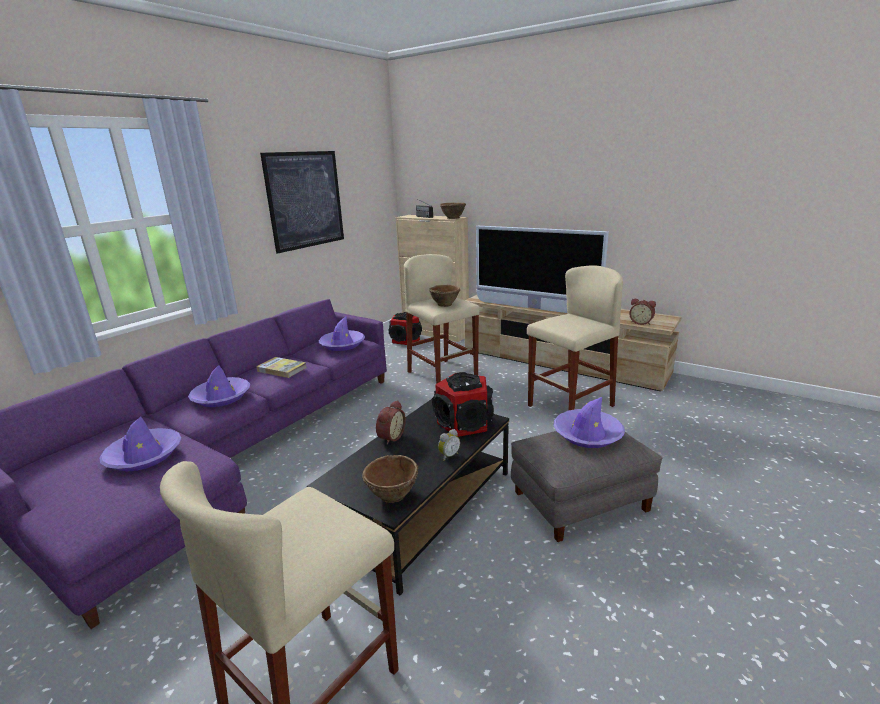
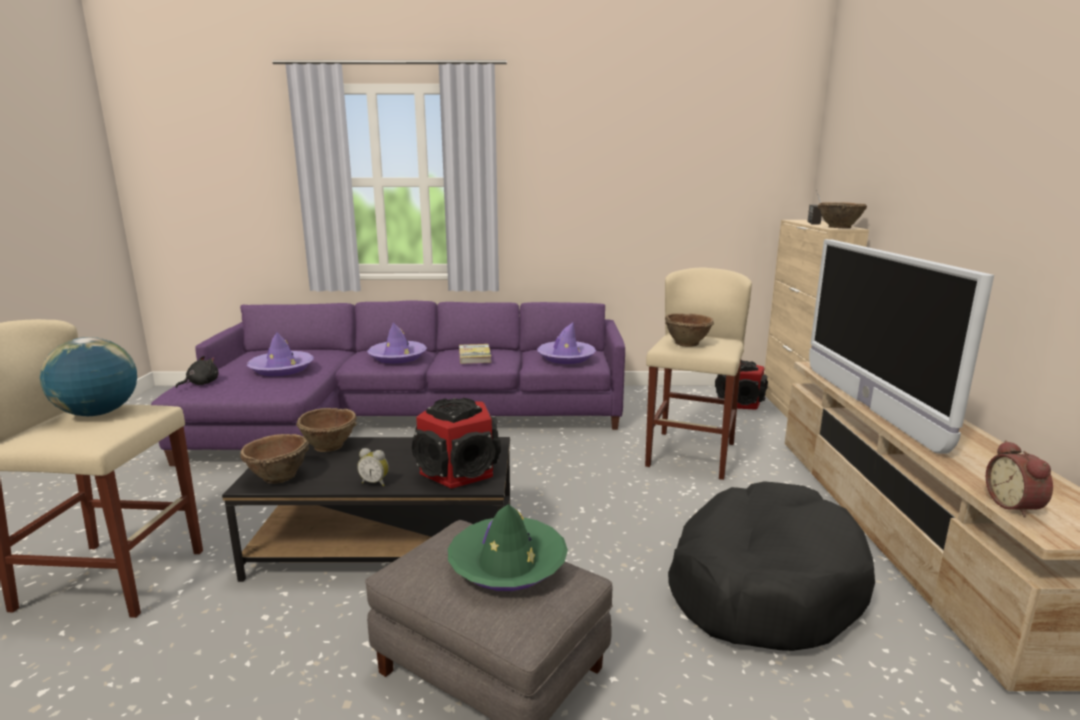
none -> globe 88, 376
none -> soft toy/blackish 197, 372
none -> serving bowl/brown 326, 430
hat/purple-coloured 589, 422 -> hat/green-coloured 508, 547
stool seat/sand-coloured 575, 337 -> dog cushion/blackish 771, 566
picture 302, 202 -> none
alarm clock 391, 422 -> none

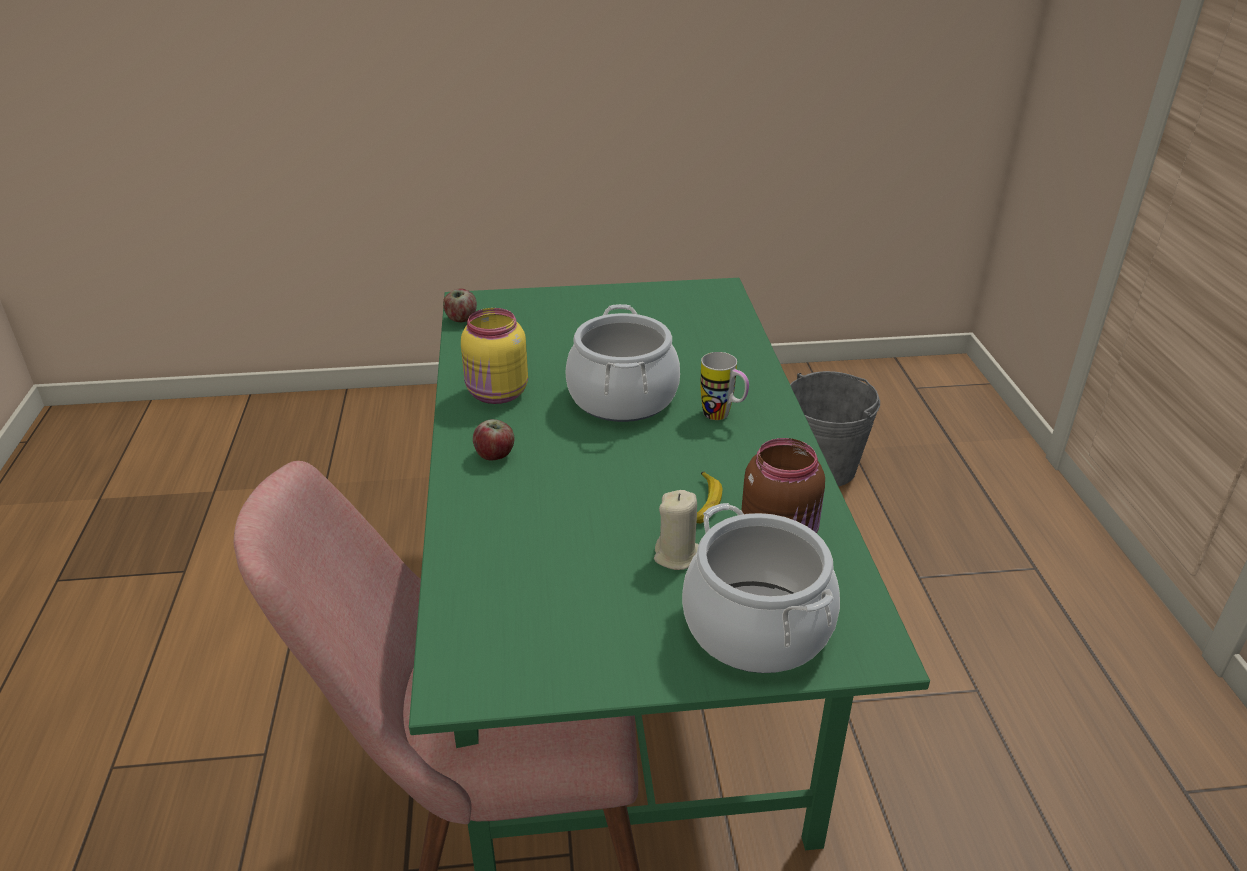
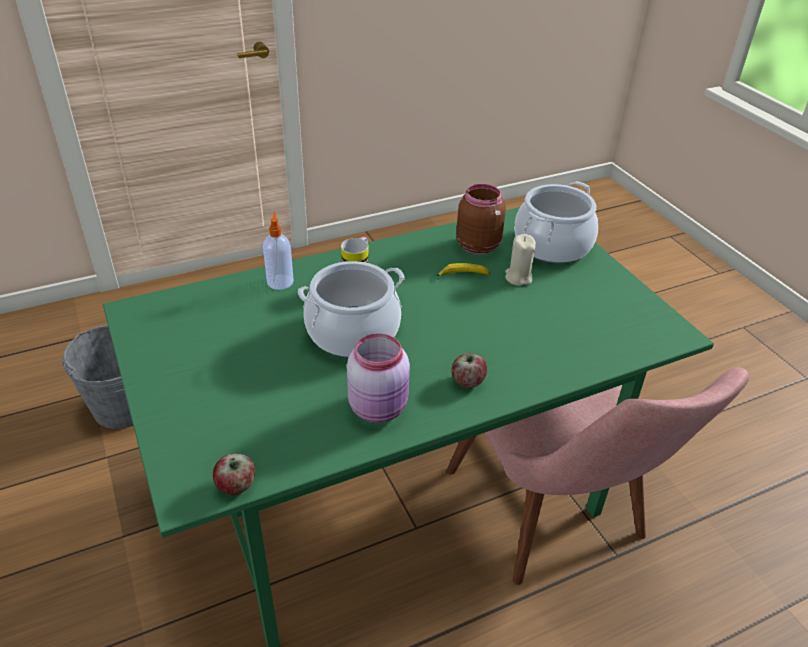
none -> soap bottle 278, 250
storage jar/yellow-coloured 494, 356 -> storage jar/pink 378, 378

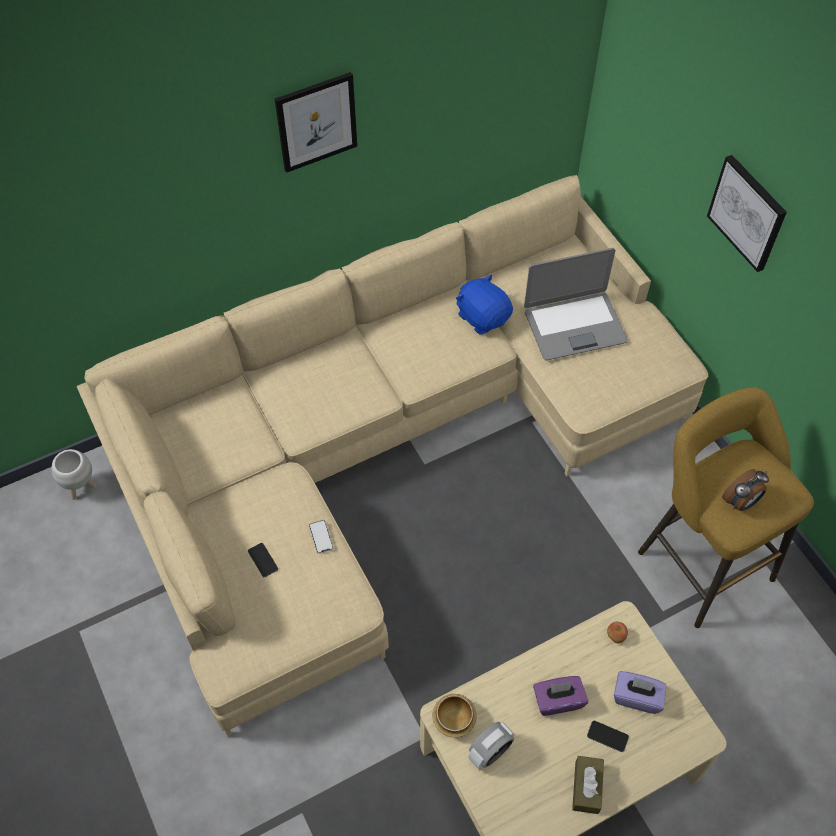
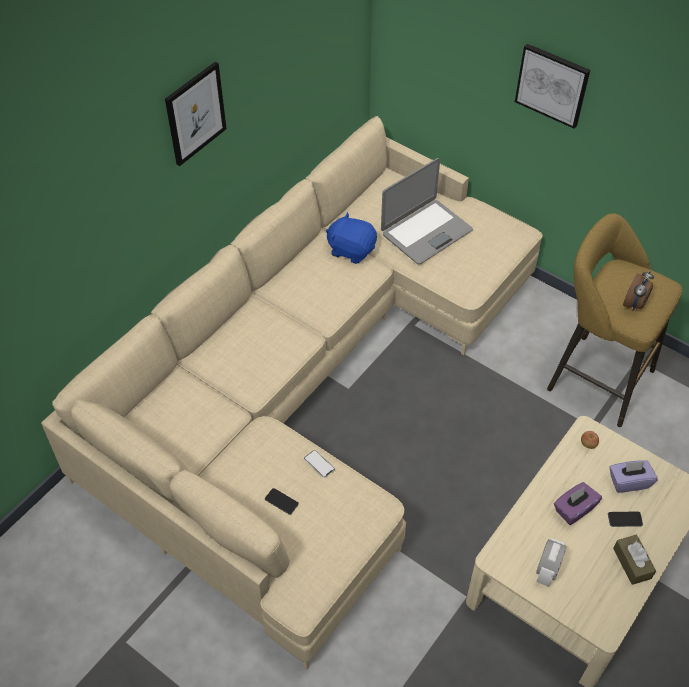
plant pot/white 74, 474 -> none
serving bowl 455, 716 -> none

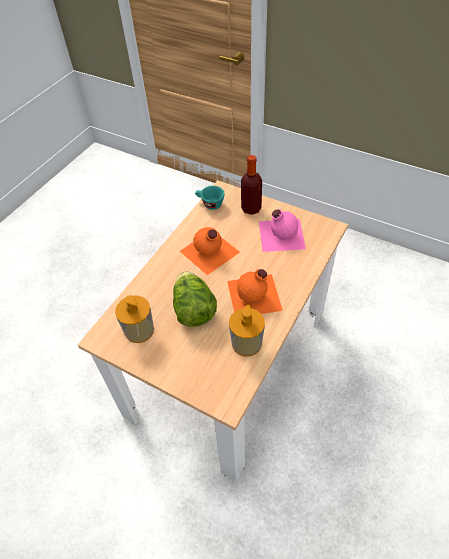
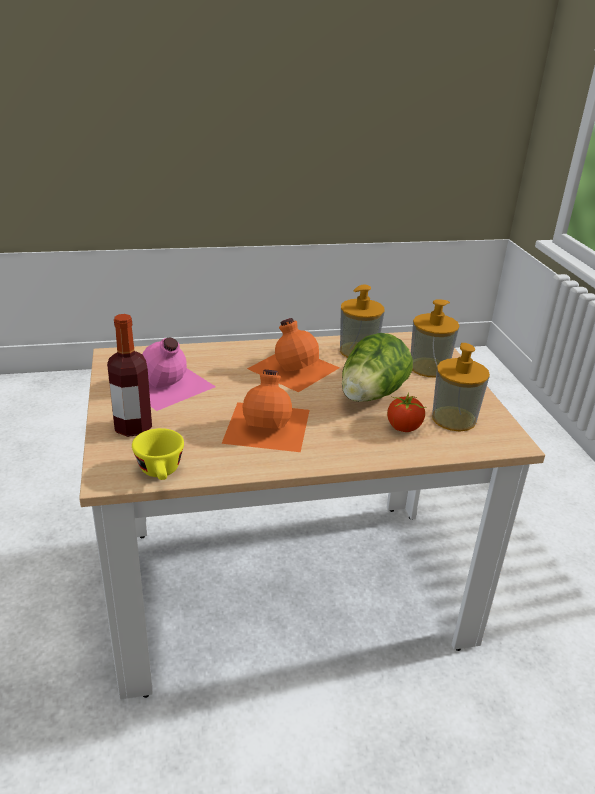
small cup/turquoise 210, 198 -> small cup/yellow-coloured 158, 454
none -> whole tomato 407, 412
none -> soap bottle 435, 338

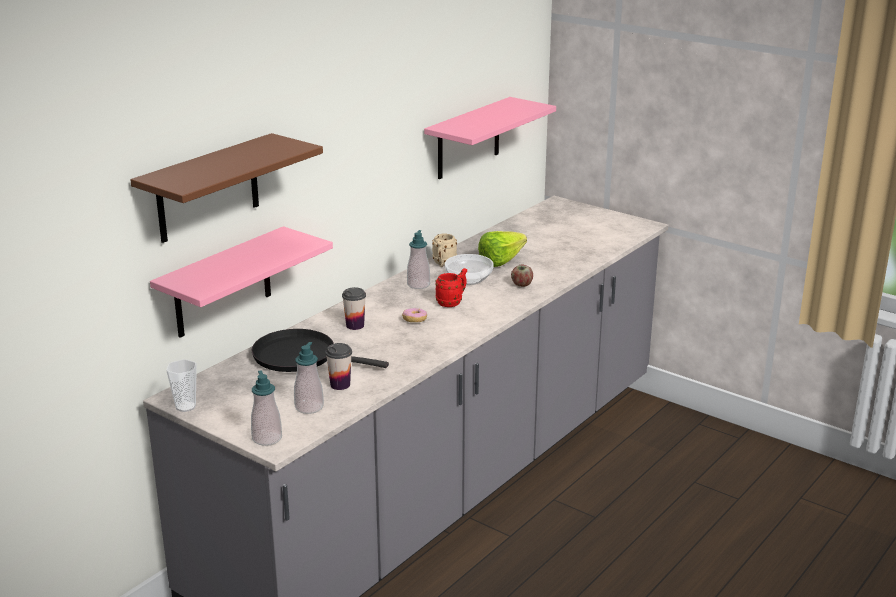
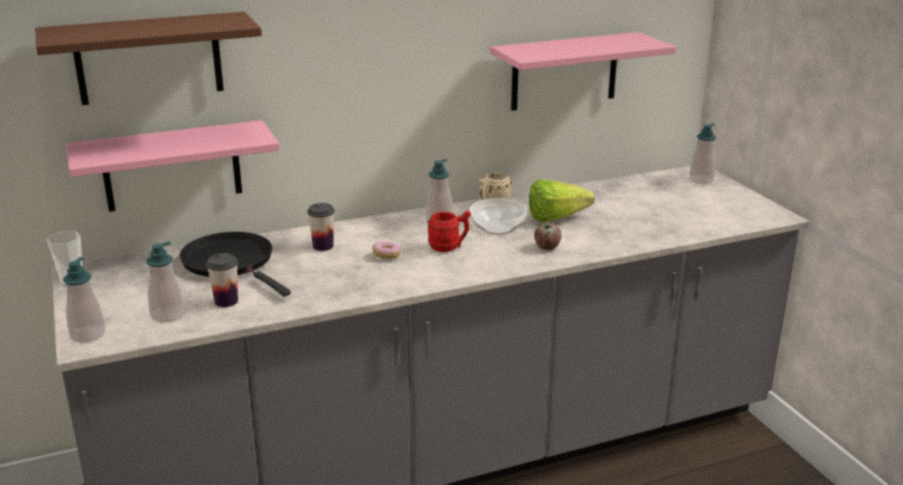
none -> soap bottle 702, 153

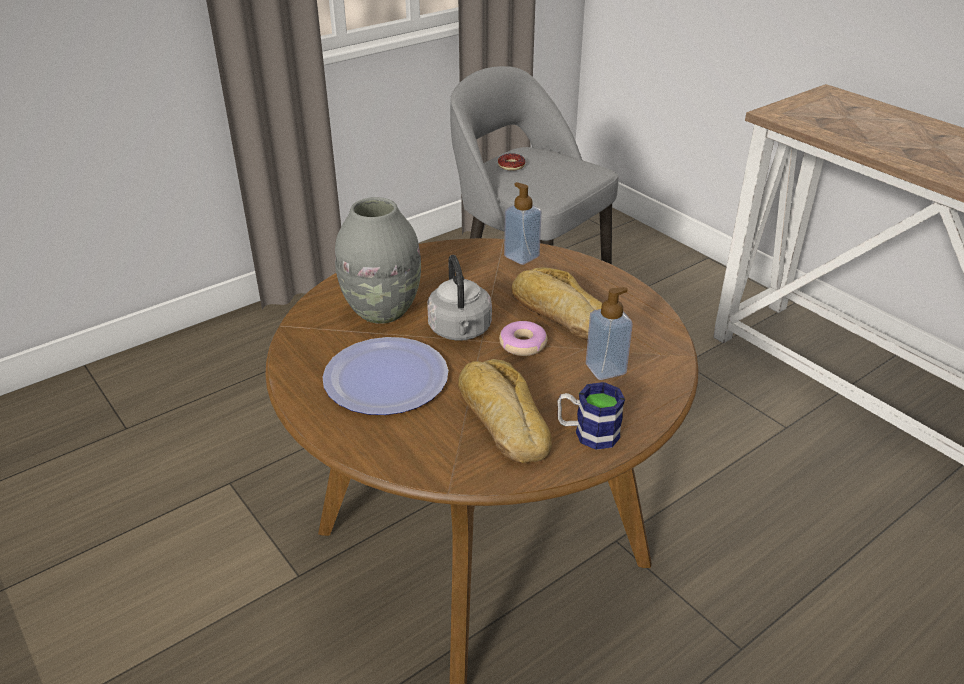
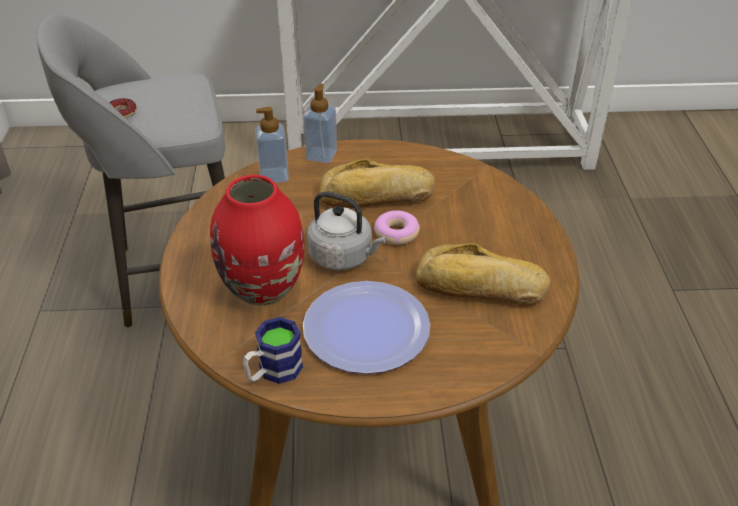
vase/greyish 378, 260 -> vase/red-coloured 257, 240
mug 591, 416 -> mug 273, 350, shifted
soap bottle 609, 333 -> soap bottle 320, 123, shifted

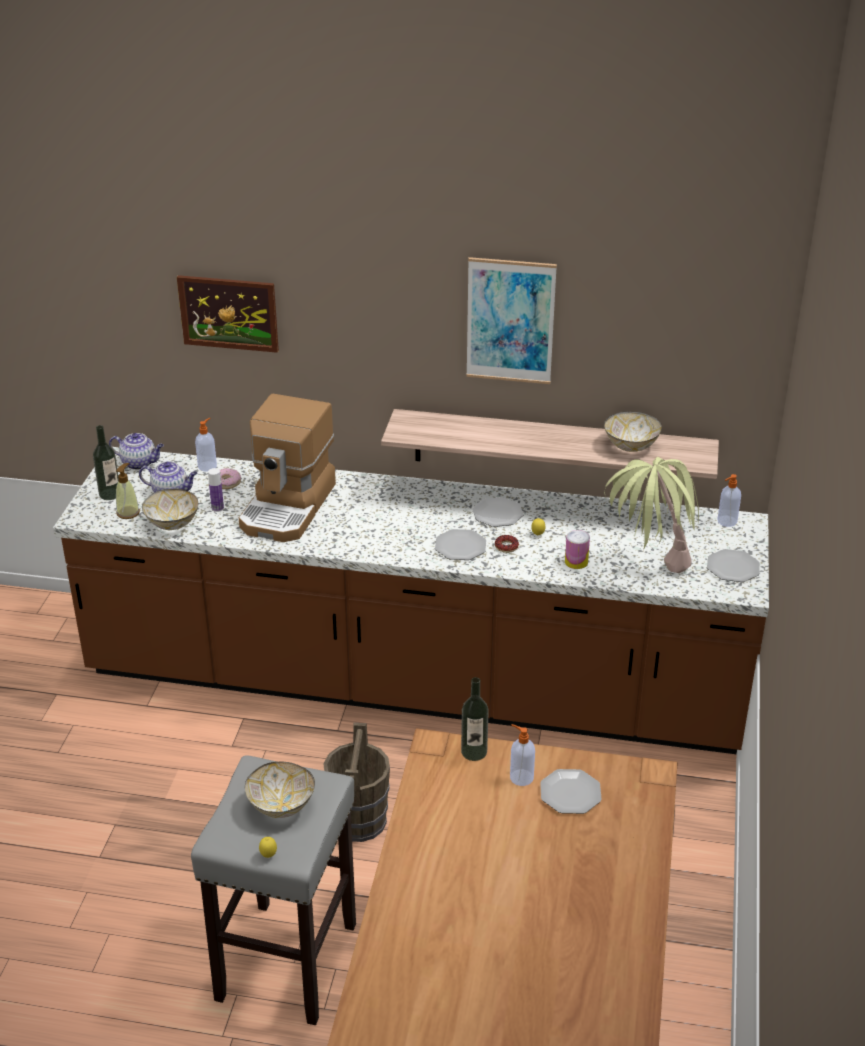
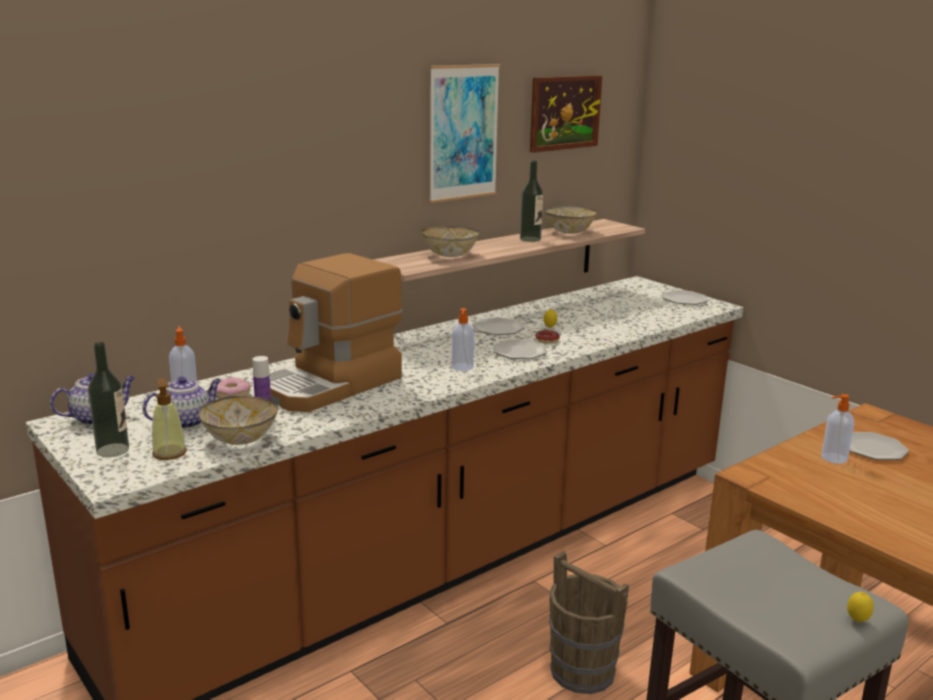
coffee brewer 287, 468 -> coffee brewer 336, 332, 75 degrees clockwise
serving bowl 280, 790 -> serving bowl 451, 241, shifted
soap bottle 729, 500 -> soap bottle 462, 339, shifted
drink bottle 475, 719 -> drink bottle 531, 201, shifted
picture 228, 314 -> picture 566, 114, shifted
sealed can 577, 549 -> none
houseplant 651, 515 -> none

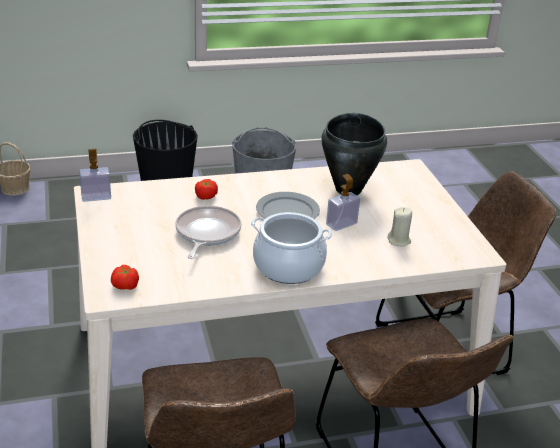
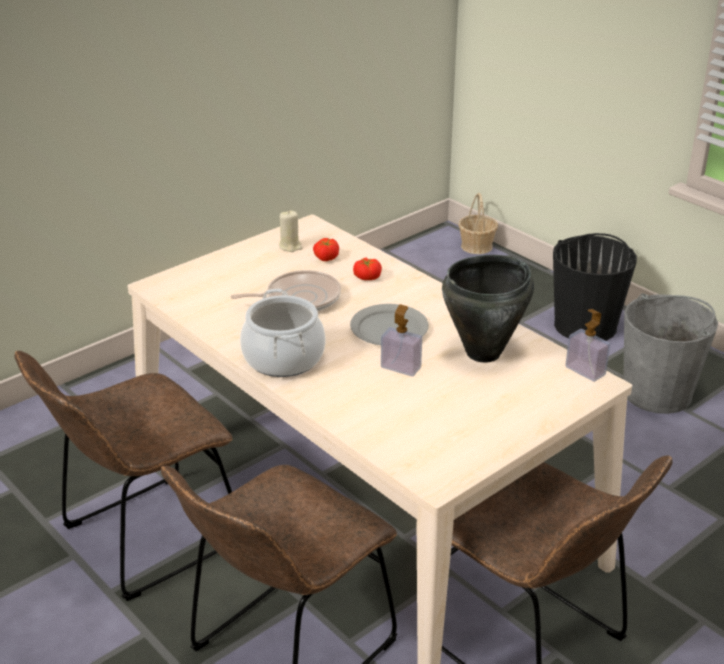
candle/sand-coloured 400, 226 -> candle/sand-coloured 291, 231, shifted
whole tomato 125, 277 -> whole tomato 326, 249, shifted
soap bottle 95, 175 -> soap bottle 587, 345, shifted

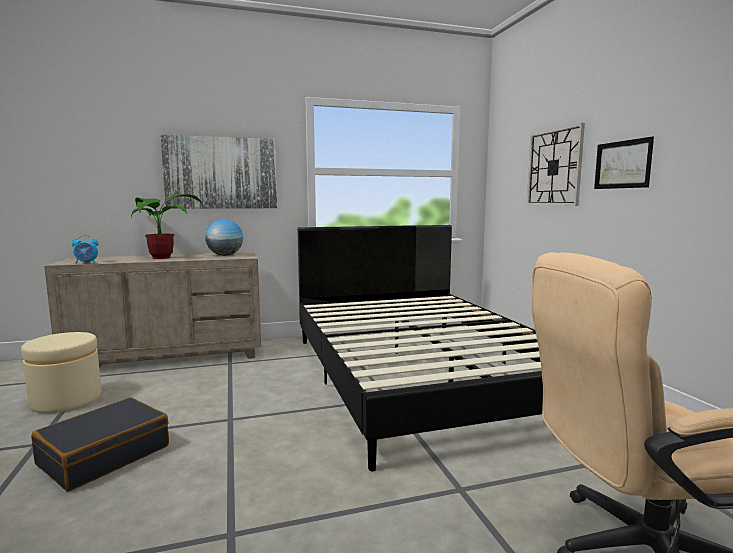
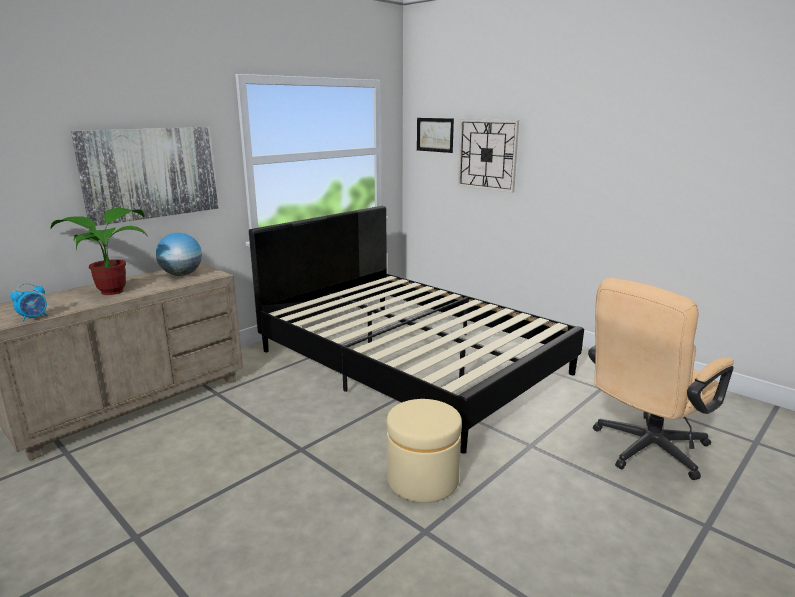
footrest/sand-coloured 61, 372 -> footrest/sand-coloured 424, 451, shifted
picture 624, 162 -> picture 435, 135, shifted
piece of luggage/blackish 100, 444 -> none

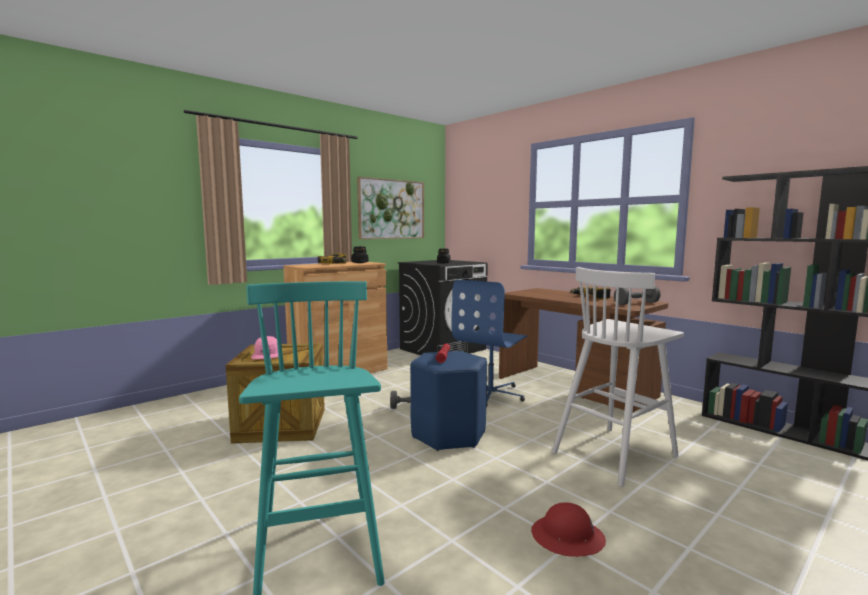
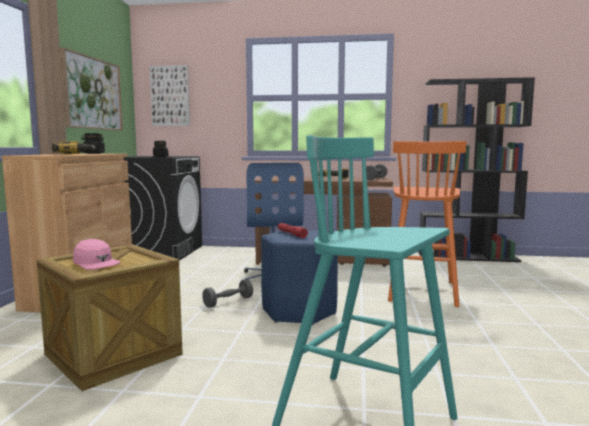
none -> picture 169, 95
stool seat/white 618, 377 -> stool seat/orangey 427, 224
work helmet/red-coloured 568, 529 -> none

